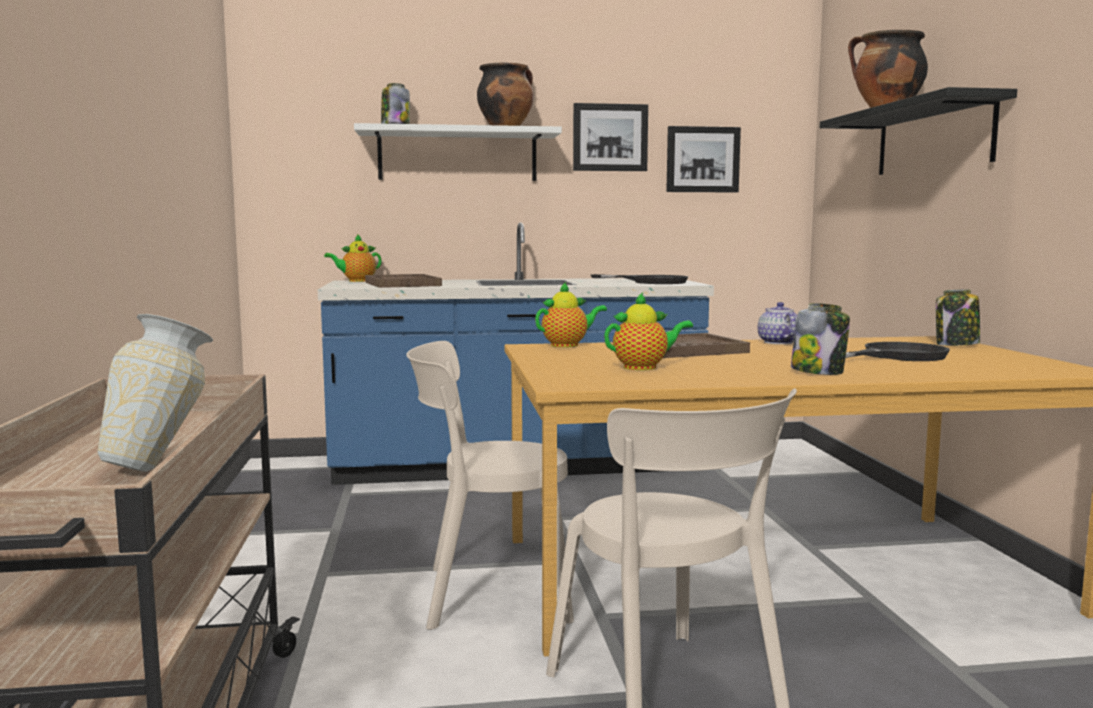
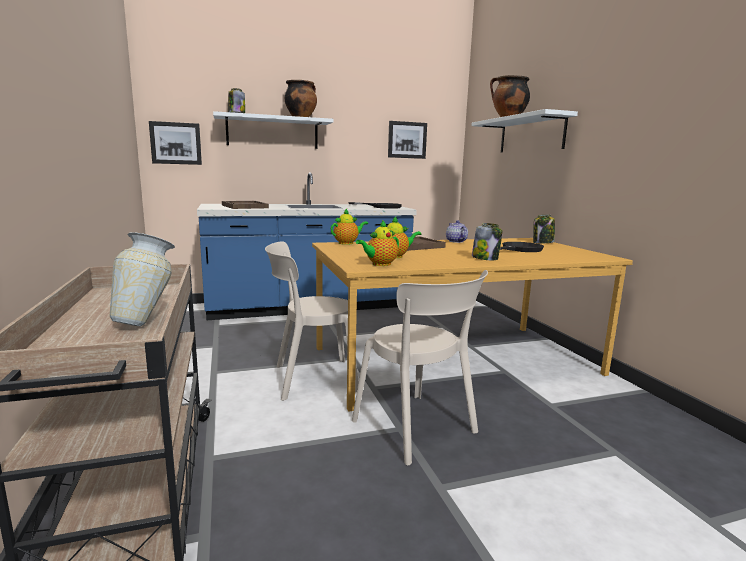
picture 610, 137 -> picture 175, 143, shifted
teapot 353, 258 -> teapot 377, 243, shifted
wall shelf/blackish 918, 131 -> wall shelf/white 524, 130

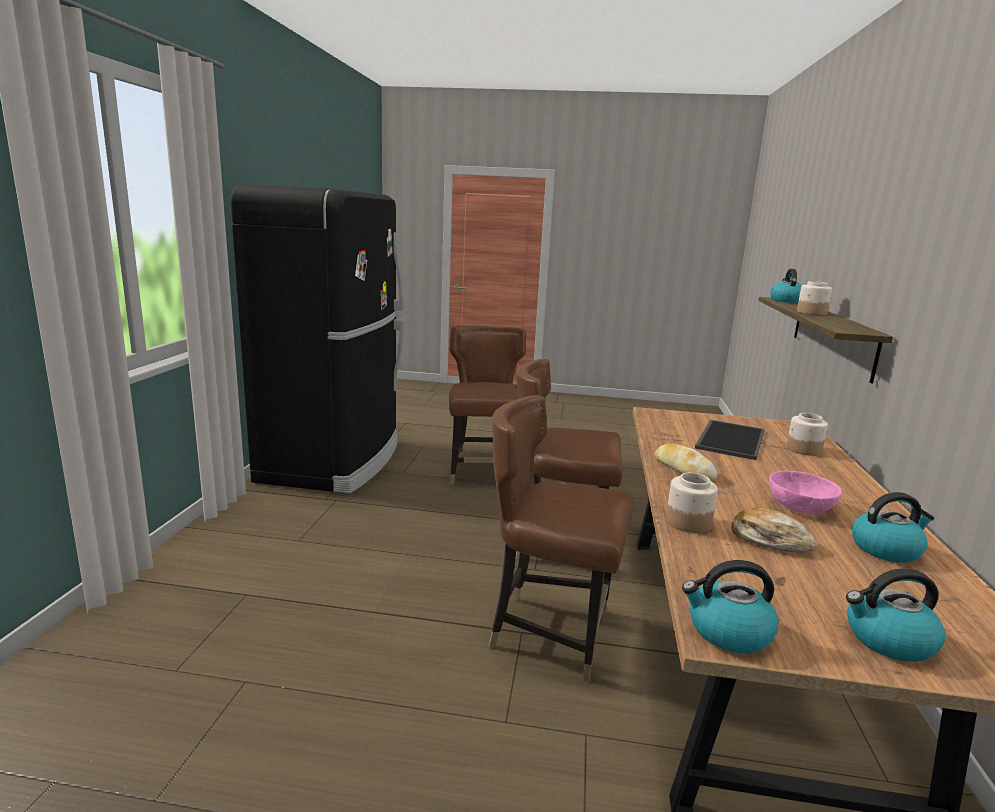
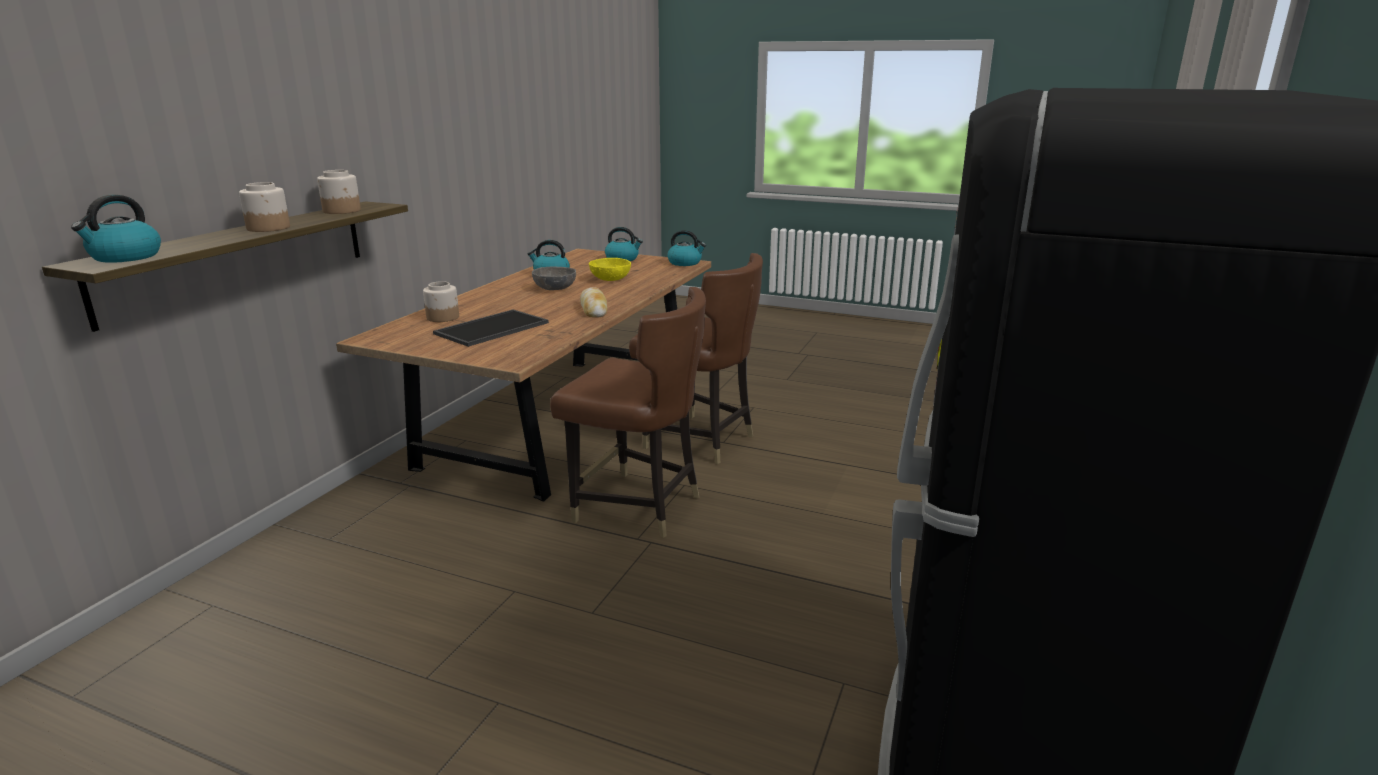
storage jar 692, 503 -> storage jar 339, 192, shifted
serving bowl/pink 805, 492 -> serving bowl/greyish 554, 278
bakery bread 774, 530 -> serving bowl/yellow-coloured 610, 269
upright chair/brown 487, 405 -> none

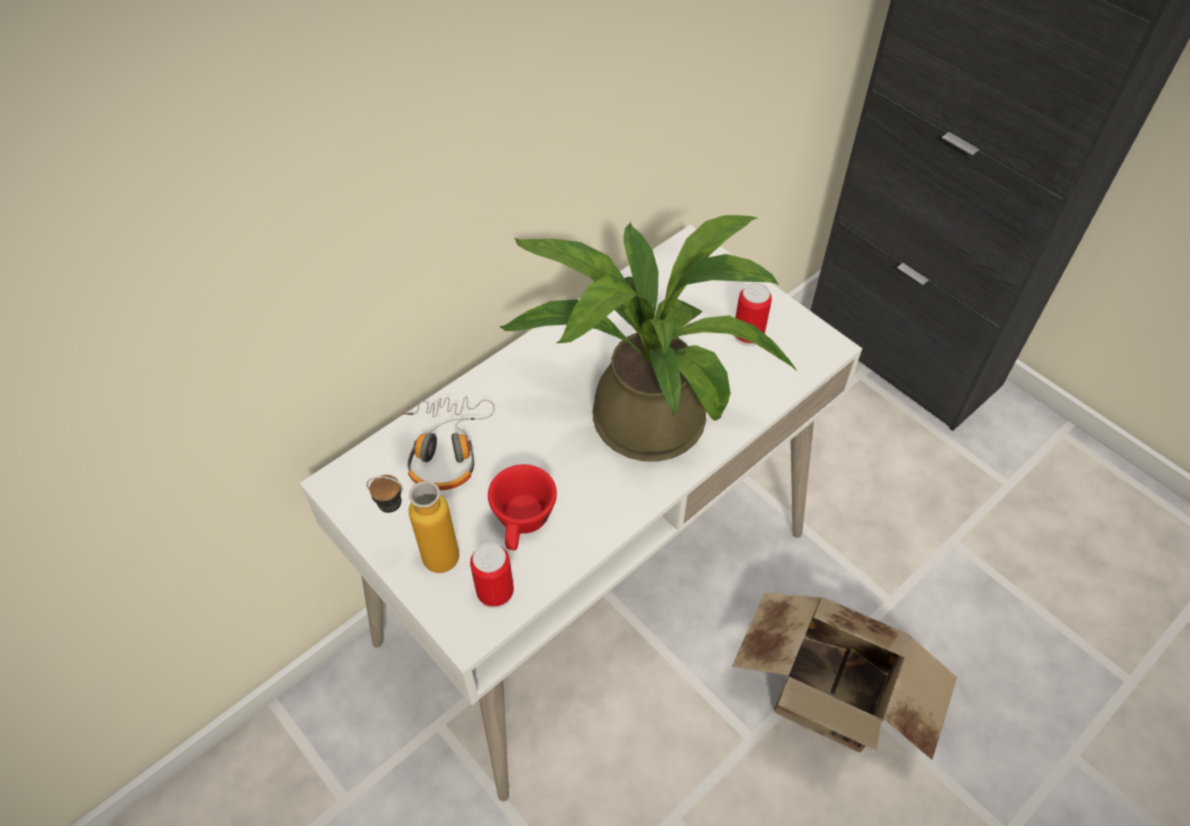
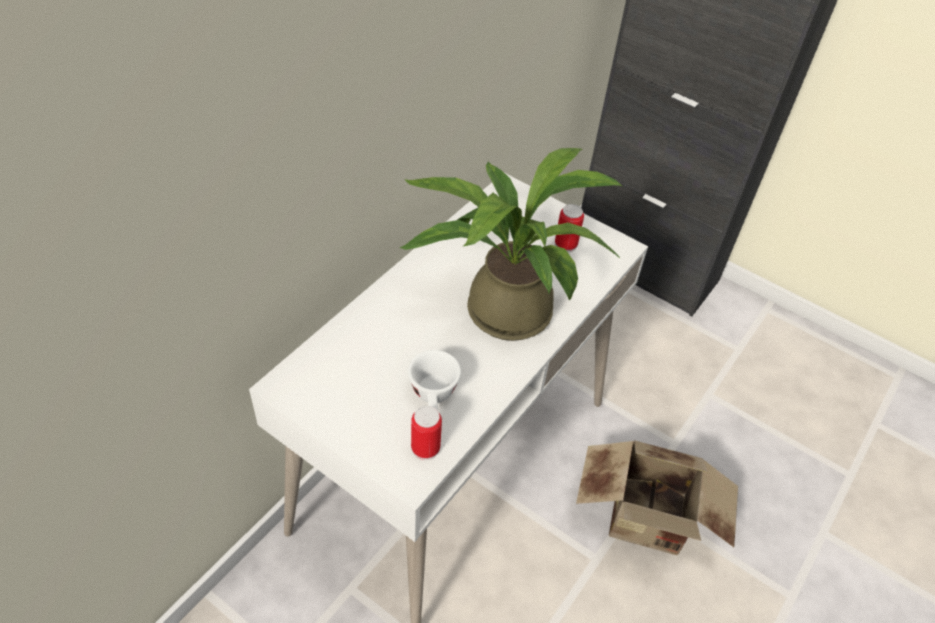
small cup/red-coloured 522, 507 -> small cup/white 434, 380
drink bottle 412, 524 -> none
pair of headphones 448, 443 -> none

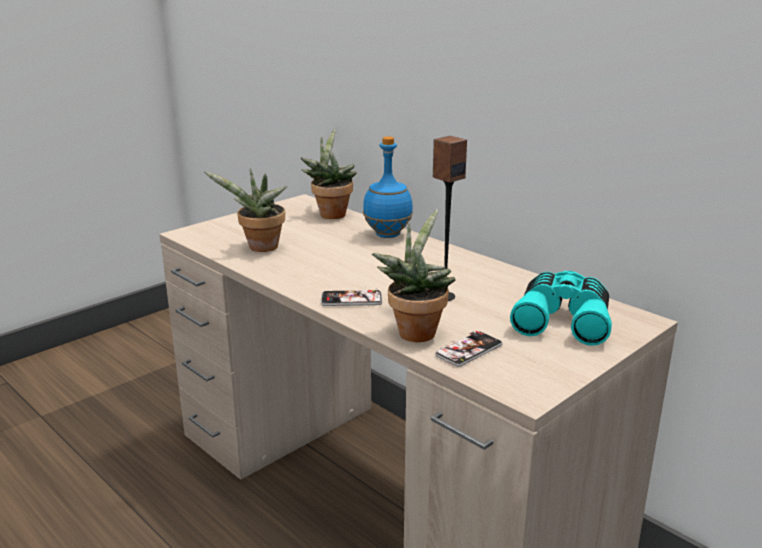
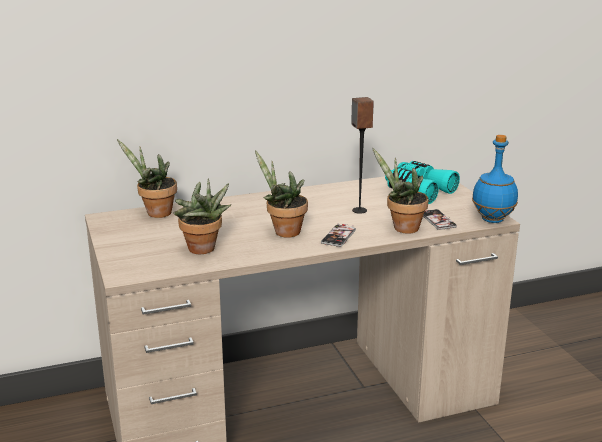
none -> houseplant 281, 194
drink bottle/bluish 388, 187 -> drink bottle/bluish 495, 179, shifted

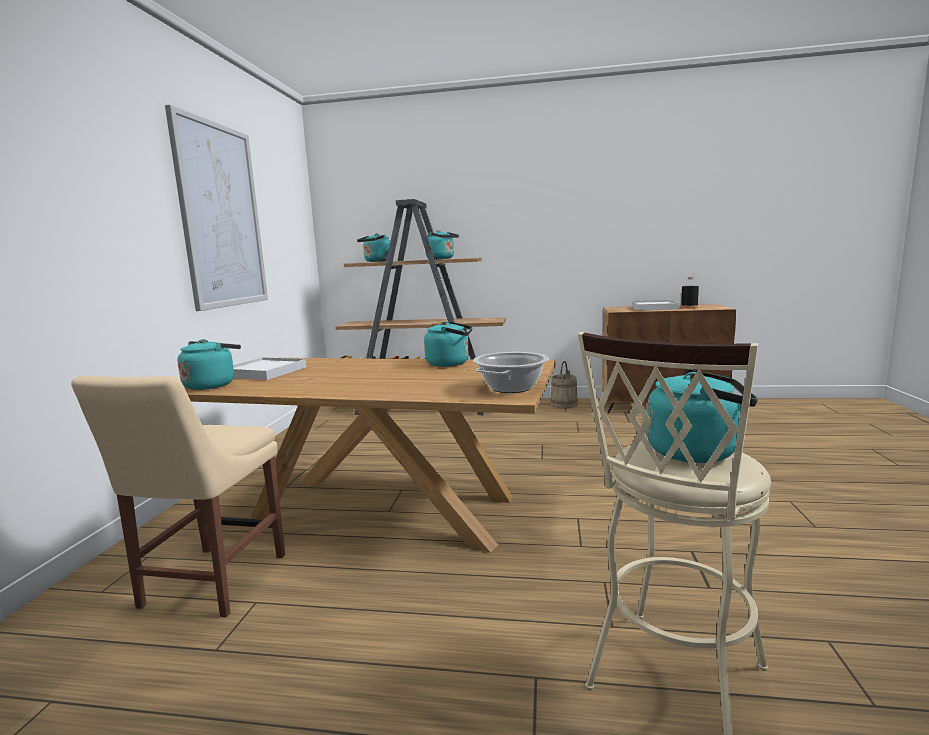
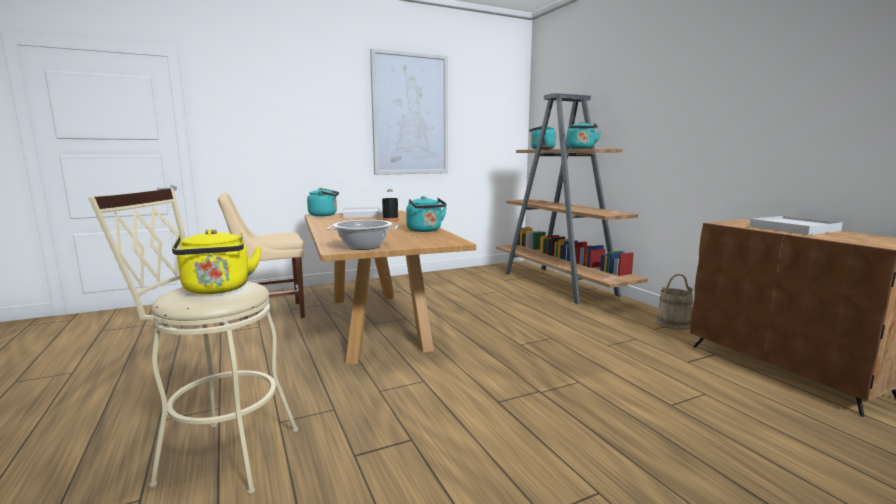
water kettle/turquoise 702, 416 -> water kettle/yellow-coloured 217, 261
drink bottle/blackish 690, 293 -> drink bottle/blackish 390, 205, shifted

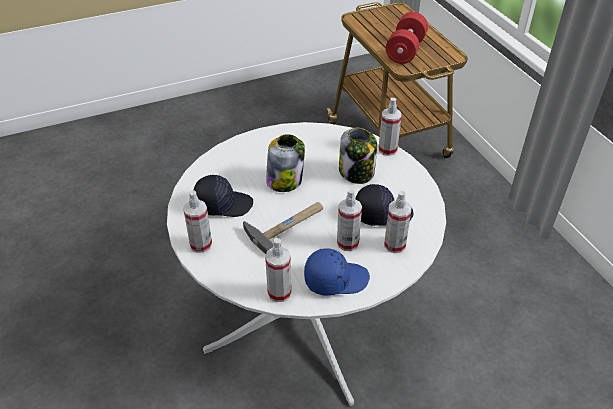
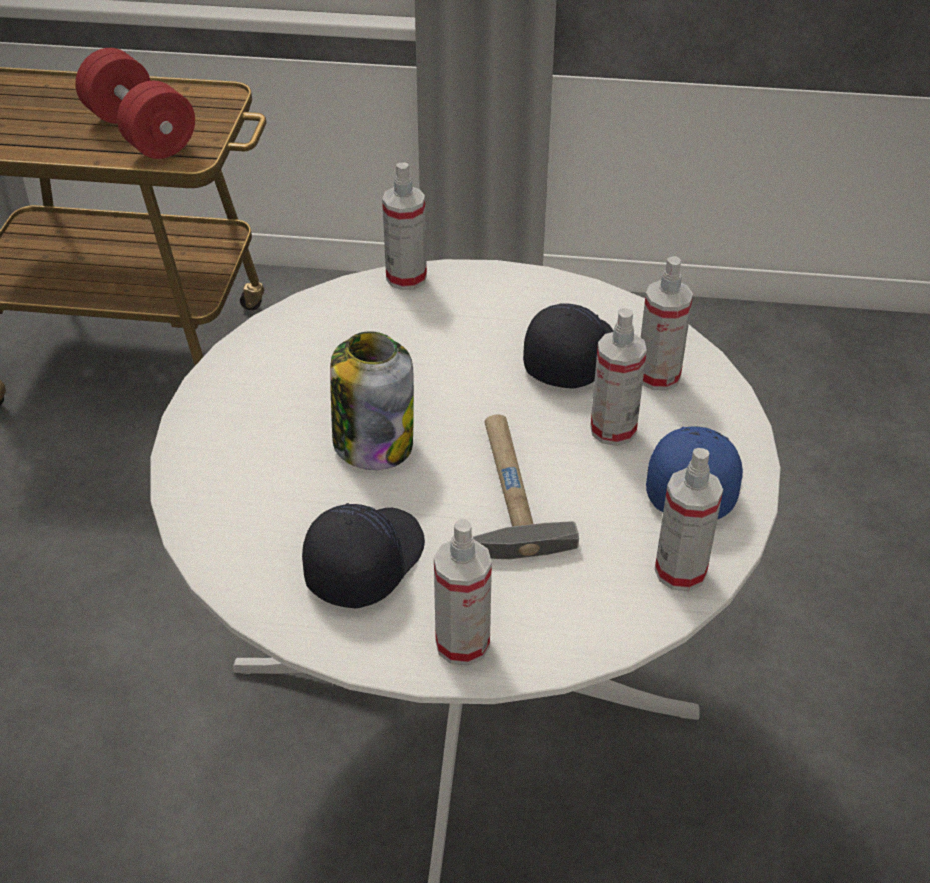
storage jar 358, 156 -> none

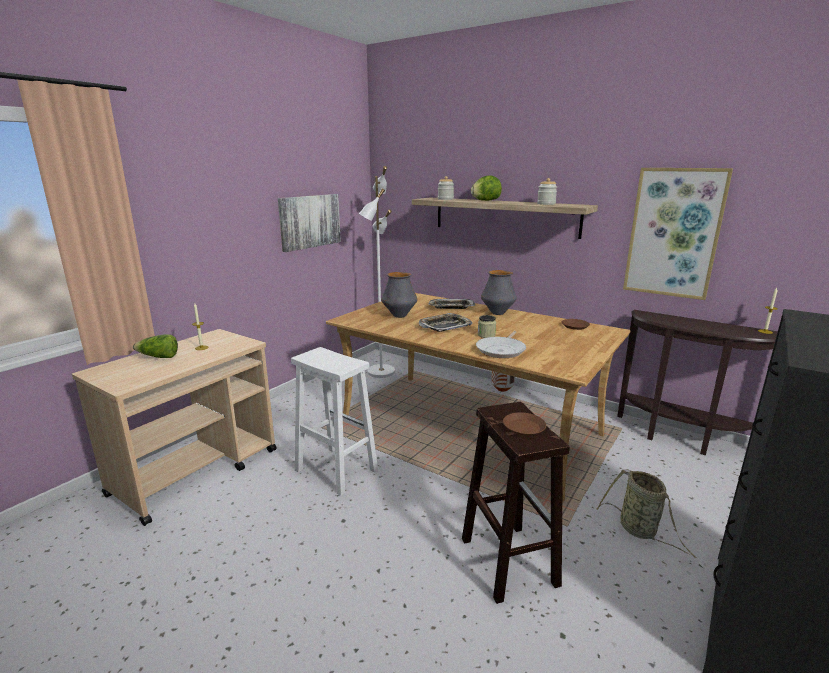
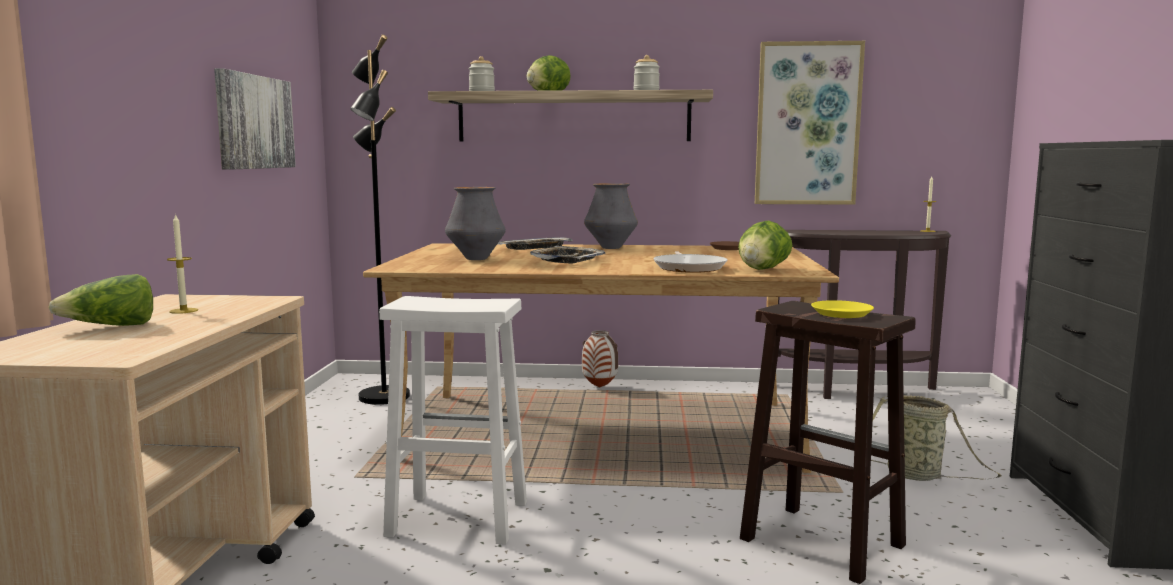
floor lamp/white 377, 272 -> floor lamp/blackish 380, 219
none -> lettuce 765, 245
flat dish/brown 524, 424 -> flat dish/yellow-coloured 842, 309
storage jar 487, 326 -> none

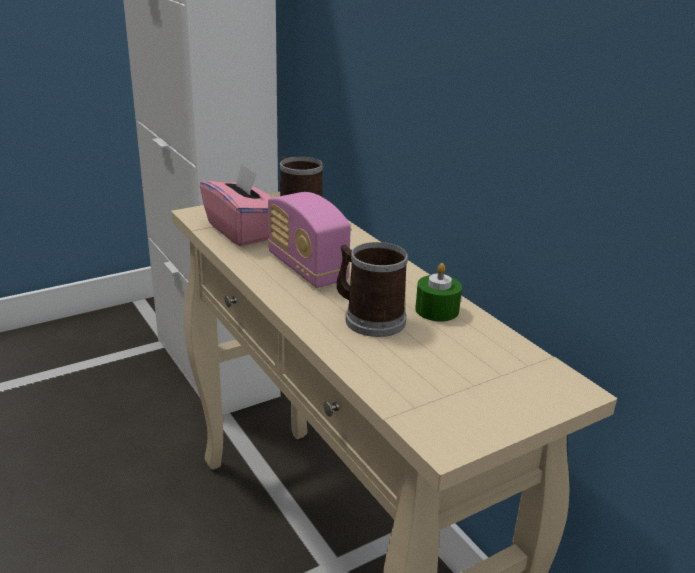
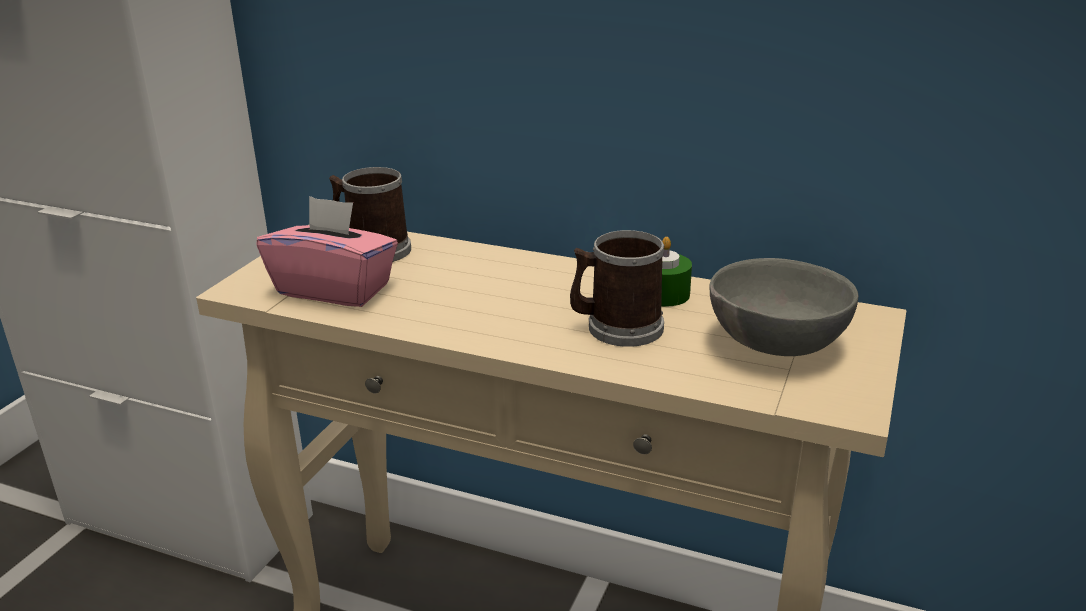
none -> serving bowl/greyish 783, 307
radio 309, 240 -> none

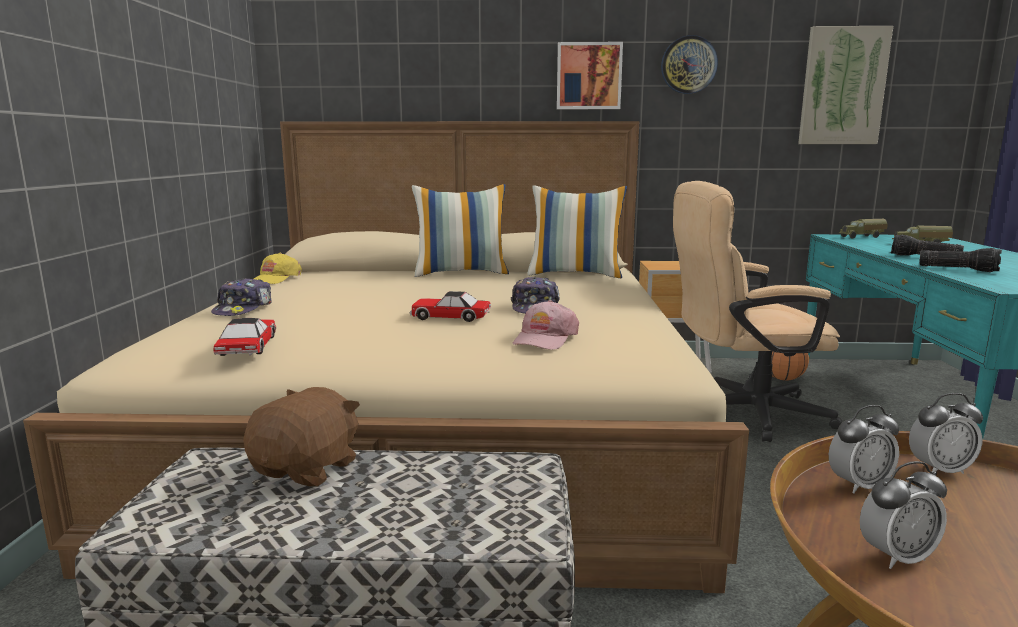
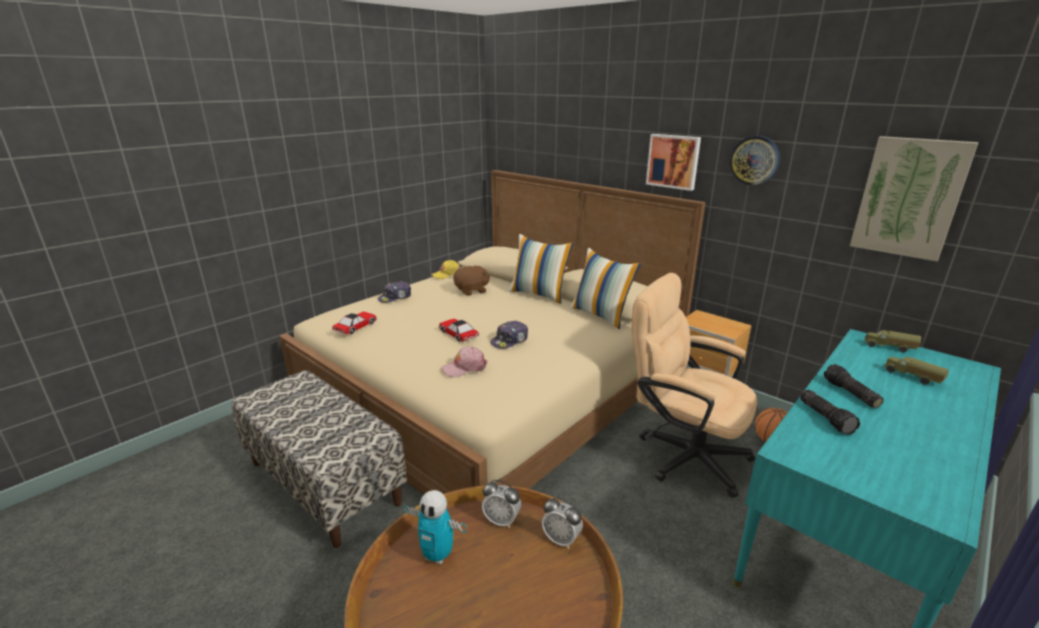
alarm clock 903, 515 -> toy robot 435, 527
soft toy/brown 301, 437 -> soft toy/brown 471, 280, shifted

